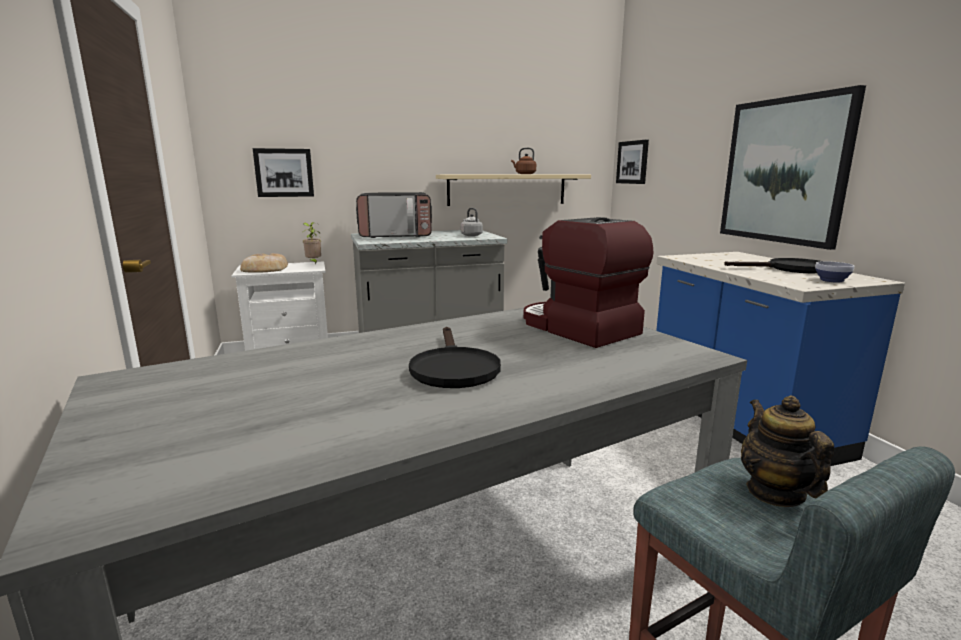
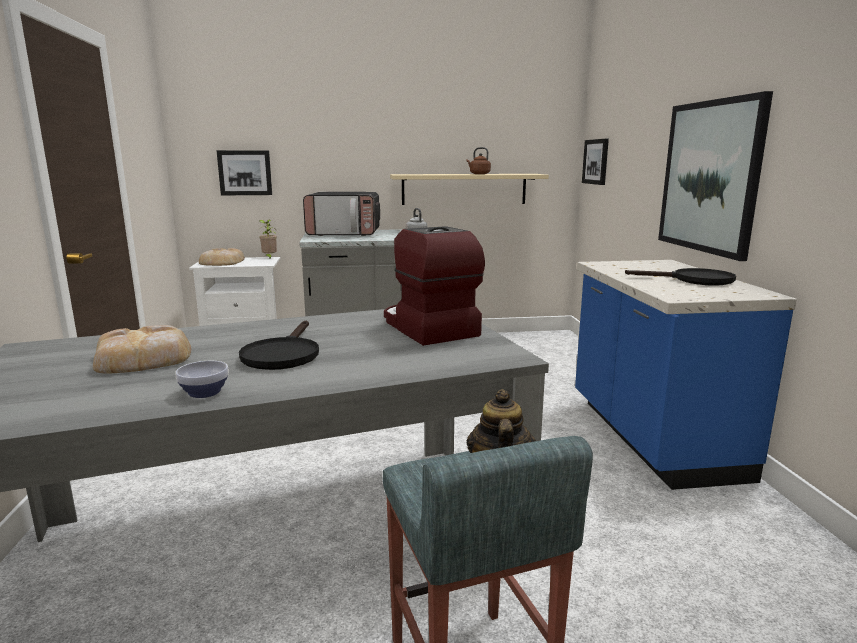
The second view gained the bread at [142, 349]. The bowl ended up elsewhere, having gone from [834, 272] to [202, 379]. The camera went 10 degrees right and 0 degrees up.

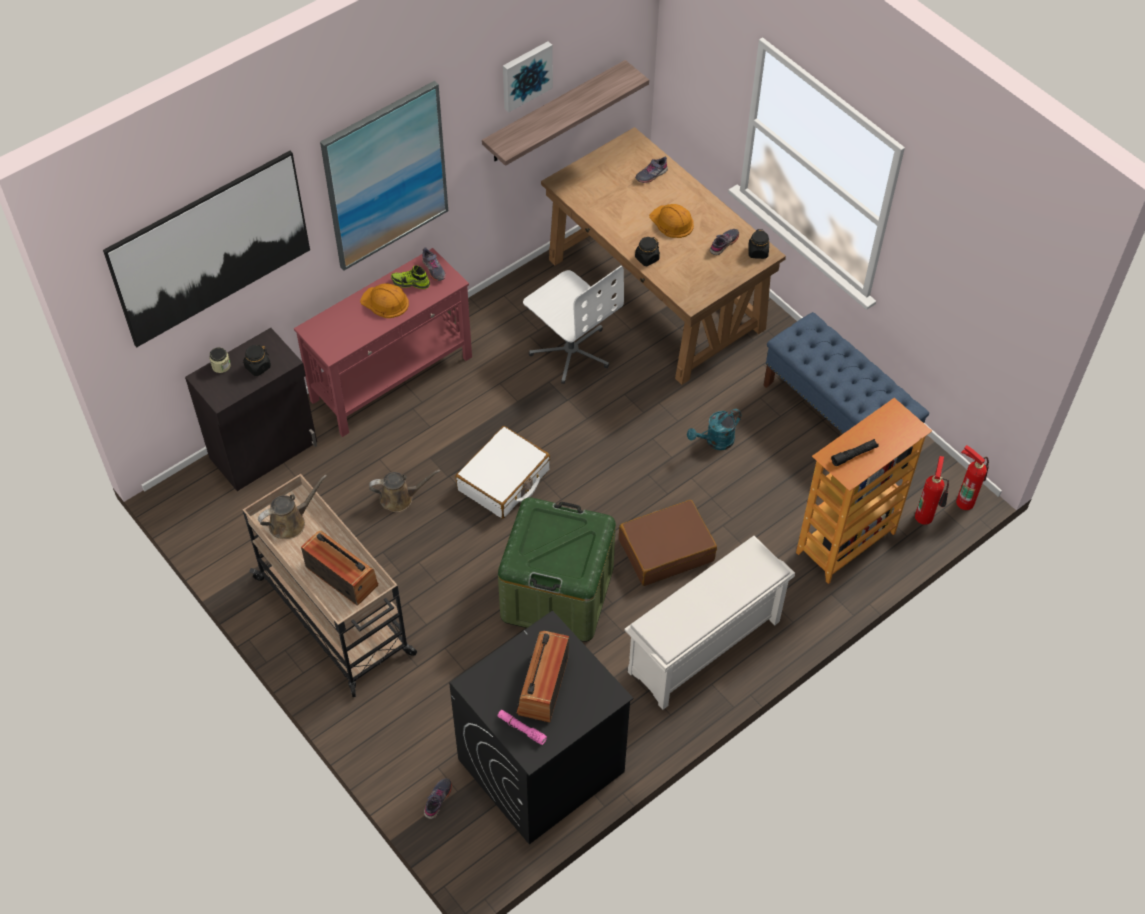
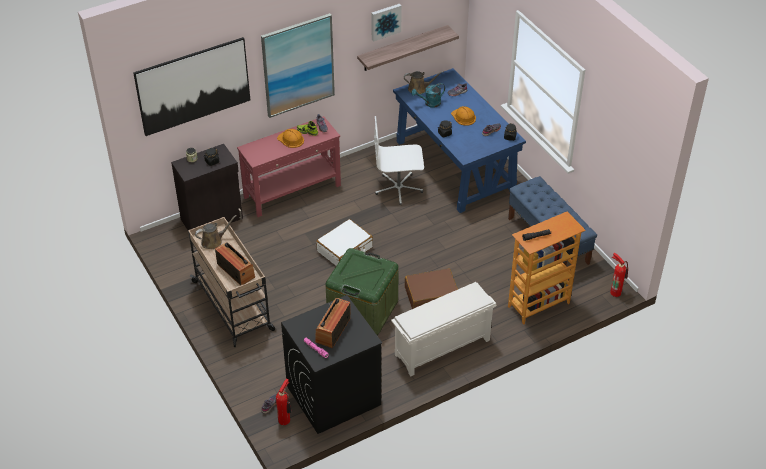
The brown-coloured watering can ended up elsewhere, having gone from [405, 491] to [424, 82]. The blue-green watering can ended up elsewhere, having gone from [714, 429] to [428, 95]. The extinguisher ended up elsewhere, having gone from [932, 490] to [284, 401]. What was the brown-coloured desk unit at [663, 256] turned into the bluish desk unit at [459, 140]. The white-coloured desk chair at [573, 325] ended up facing another way, 120 degrees clockwise from before. The camera went 10 degrees right and 10 degrees down.

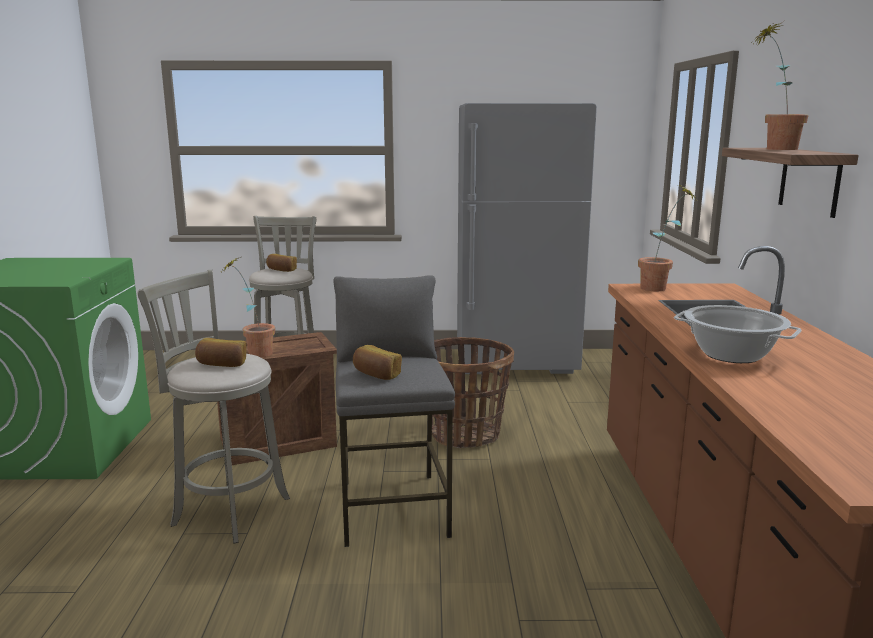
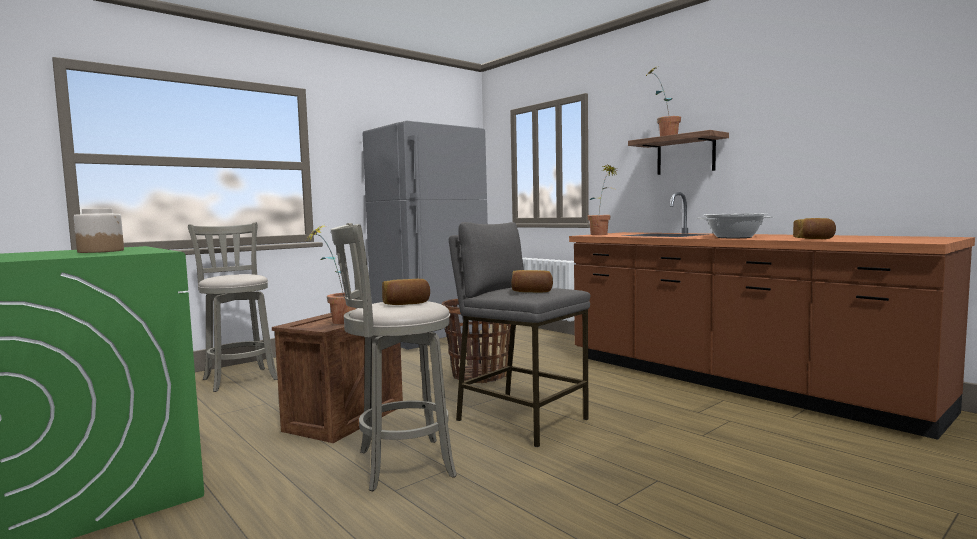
The second view gained the jar at [99, 230]. The bread ended up elsewhere, having gone from [281, 263] to [814, 228]. The camera went 40 degrees left and 10 degrees down.

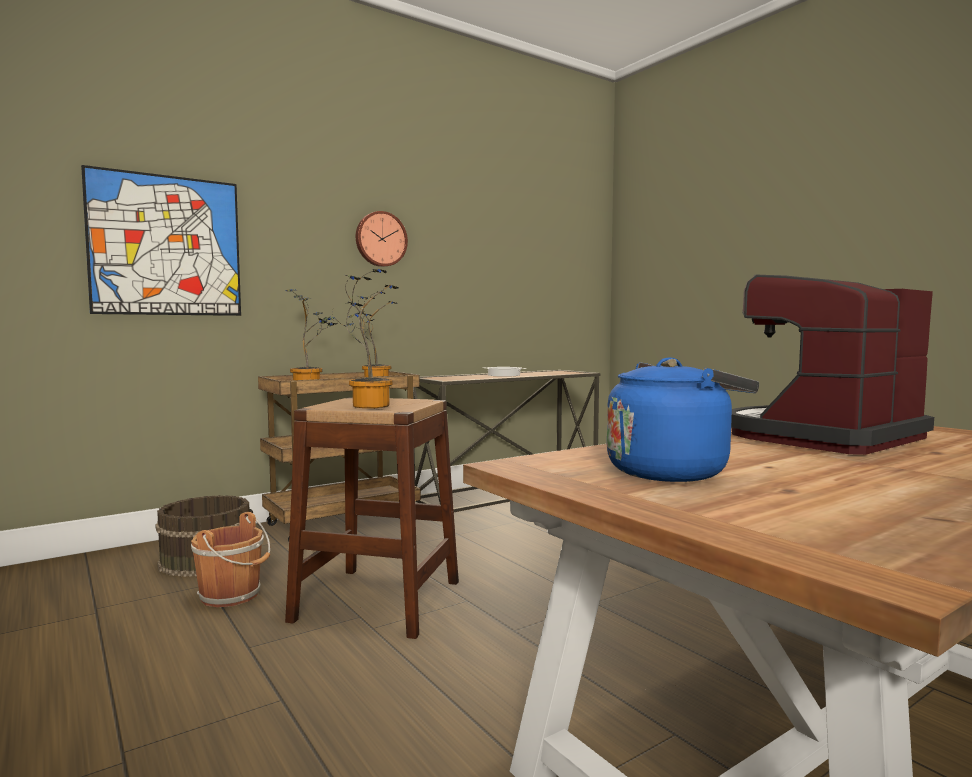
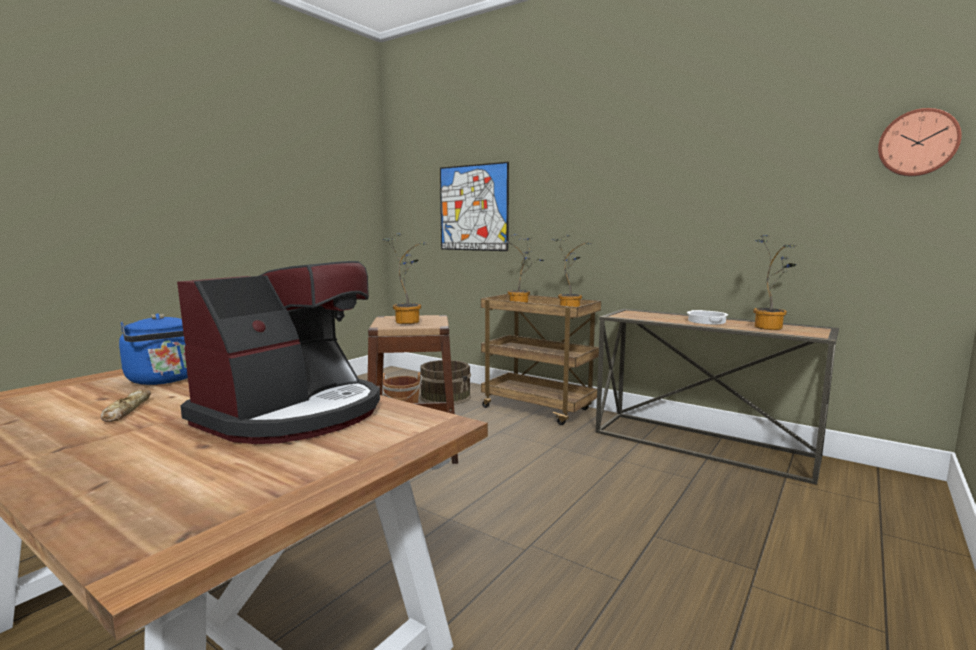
The second view gained the bread at [126, 405]. The second view gained the potted plant at [774, 282]. The clock on the wall ended up elsewhere, having gone from [382, 239] to [920, 142]. The coffee brewer at [832, 365] ended up facing another way, 90 degrees clockwise from before. The camera went 70 degrees right and 5 degrees up.

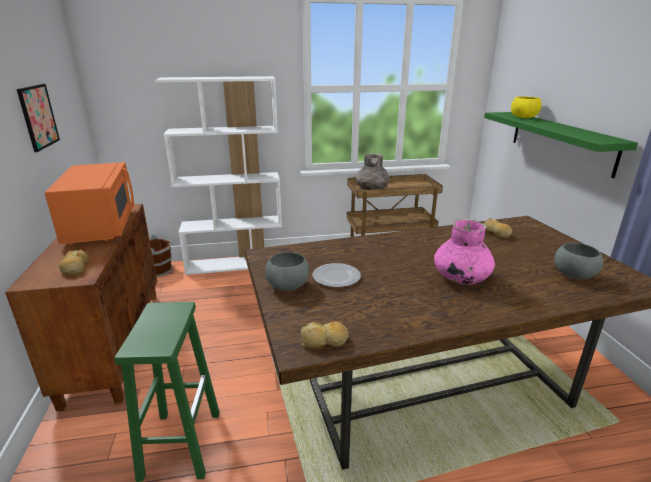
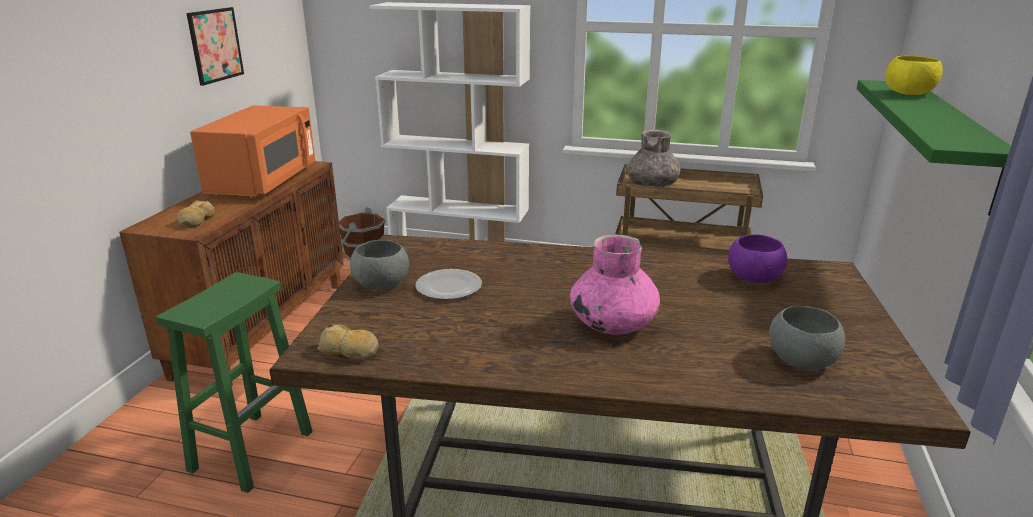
Where the bread stood at [498, 228], the purple bowl came to stand at [757, 258]. The camera went 25 degrees right and 0 degrees up.

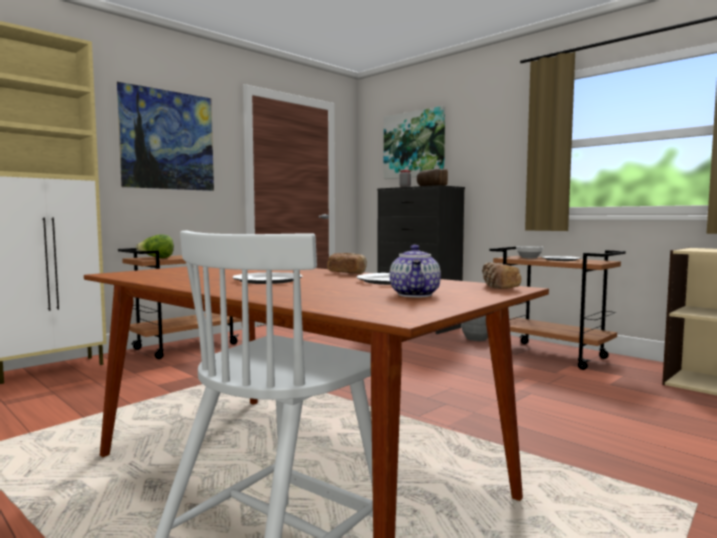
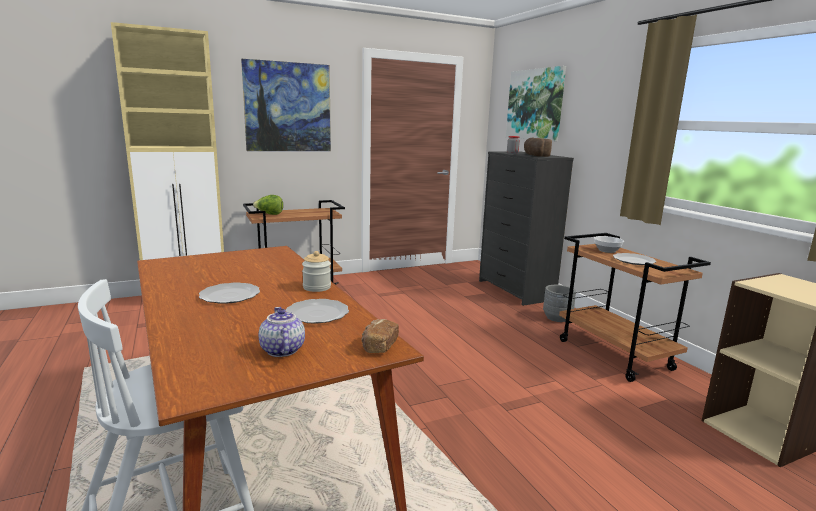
Where the bread stood at [347, 263], the jar came to stand at [316, 271]. The teapot at [415, 271] ended up facing another way, 135 degrees clockwise from before. The camera went 20 degrees right and 10 degrees up.

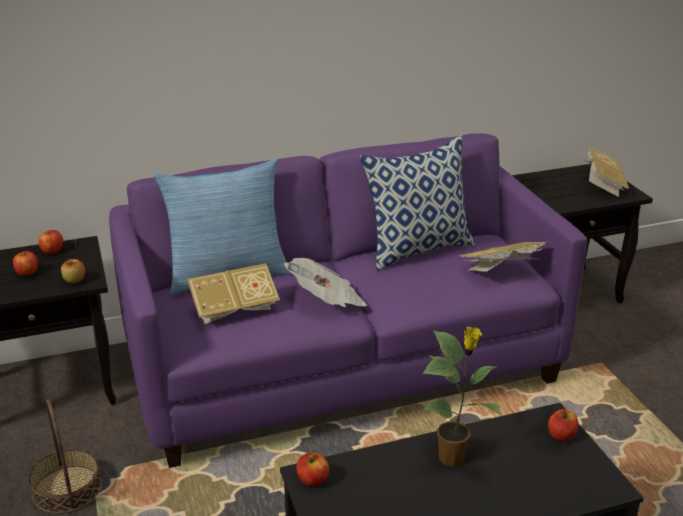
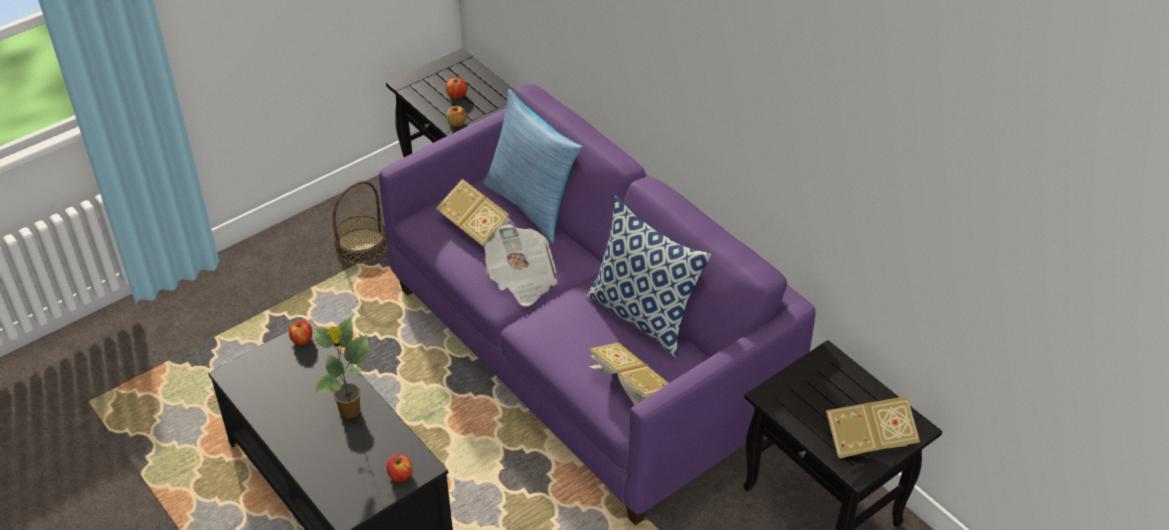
The second view lost the apple fruit at [50, 242]. The camera went 70 degrees right and 15 degrees up.

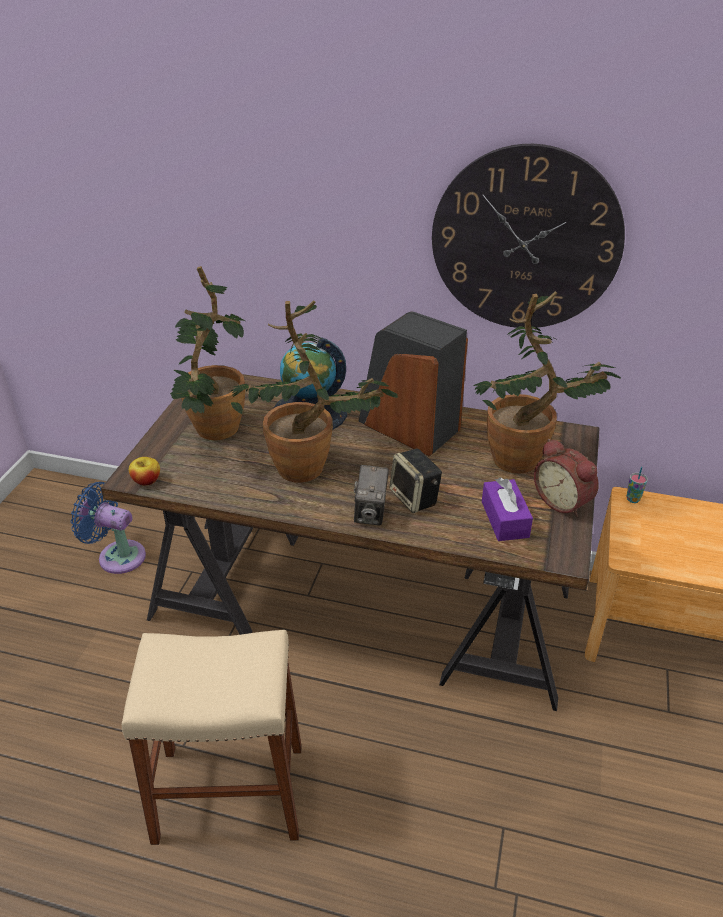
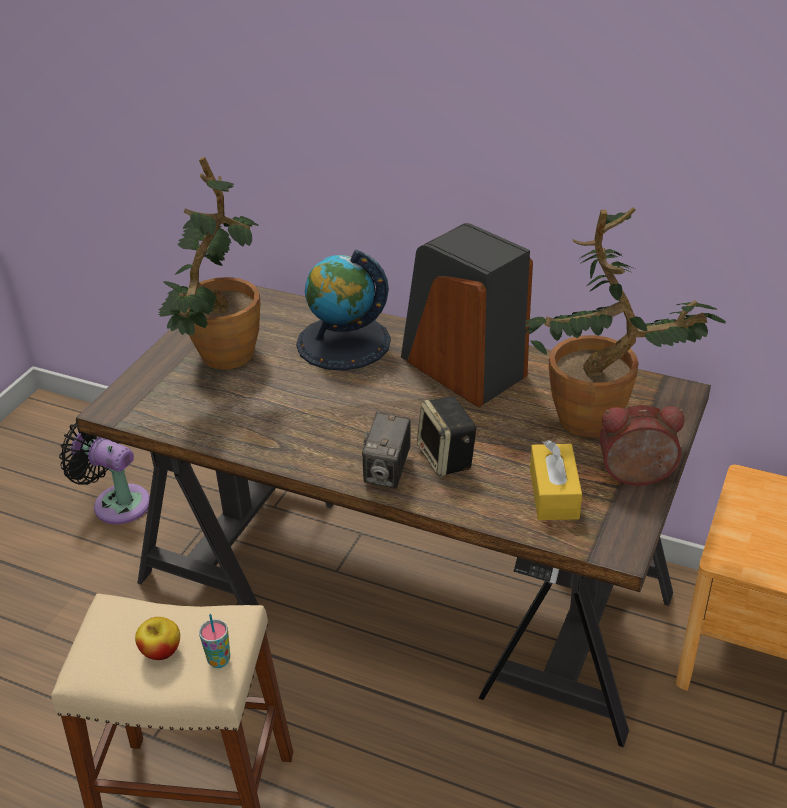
The second view lost the potted plant at [315, 391]. The second view lost the clock on the wall at [528, 236]. The apple fruit ended up elsewhere, having gone from [144, 471] to [157, 638]. The cup ended up elsewhere, having gone from [637, 485] to [214, 641]. What was the bluish fan at [108, 528] turned into the black fan at [104, 472]. What was the purple box of tissues at [507, 509] turned into the yellowish box of tissues at [556, 480]. The table clock at [566, 478] ended up facing another way, 120 degrees clockwise from before. The camera went 10 degrees right and 0 degrees up.

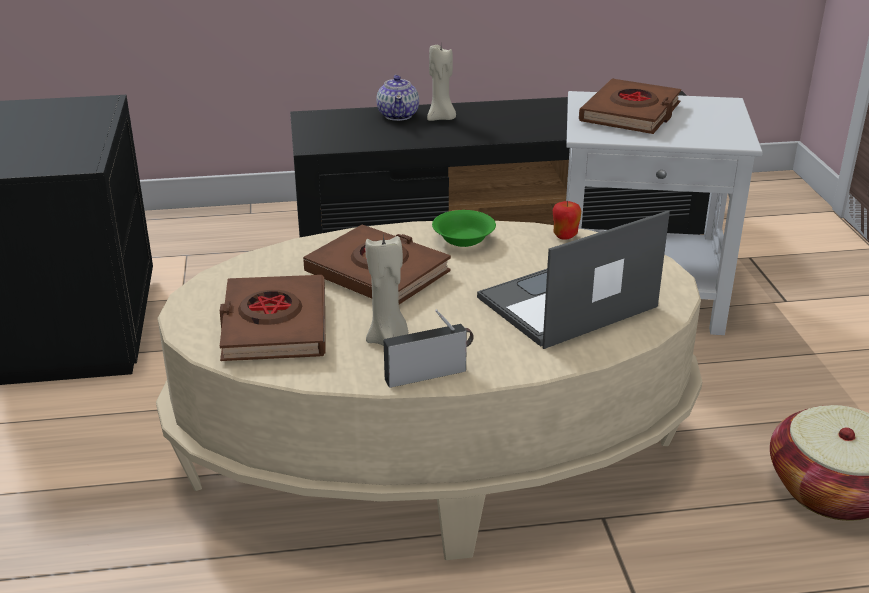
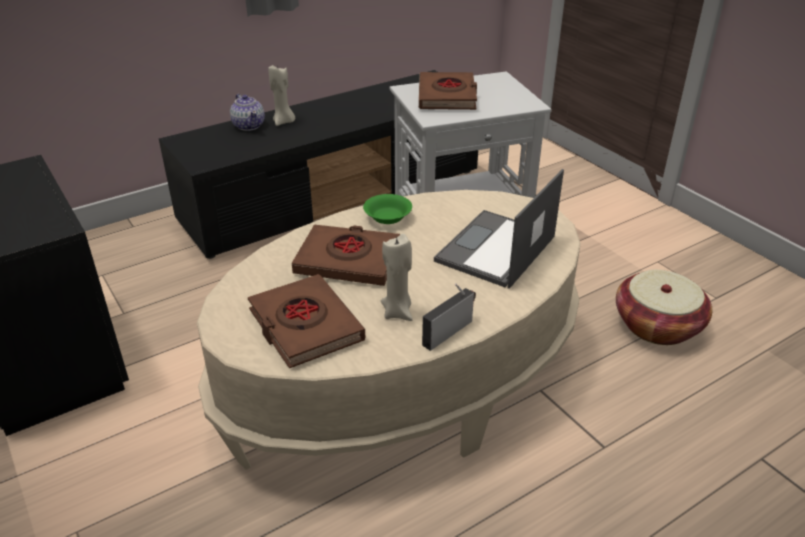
The second view lost the apple fruit at [567, 219]. The camera went 25 degrees left and 5 degrees up.

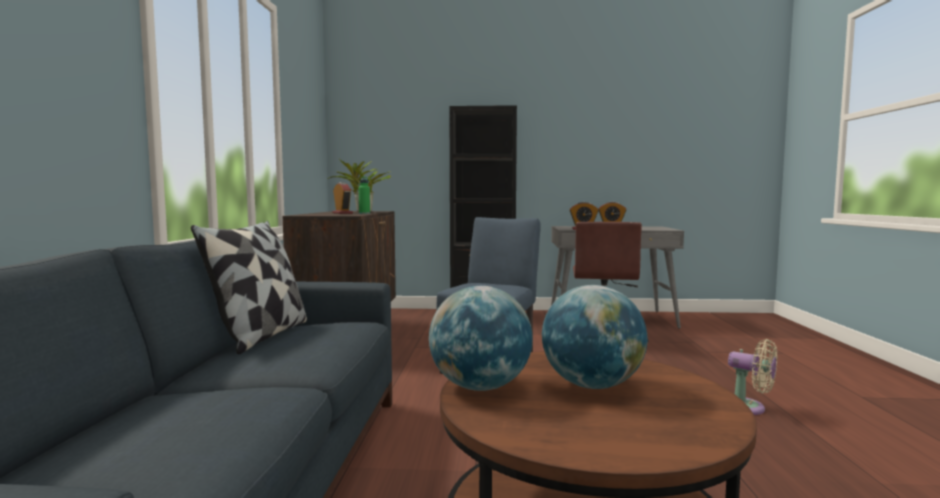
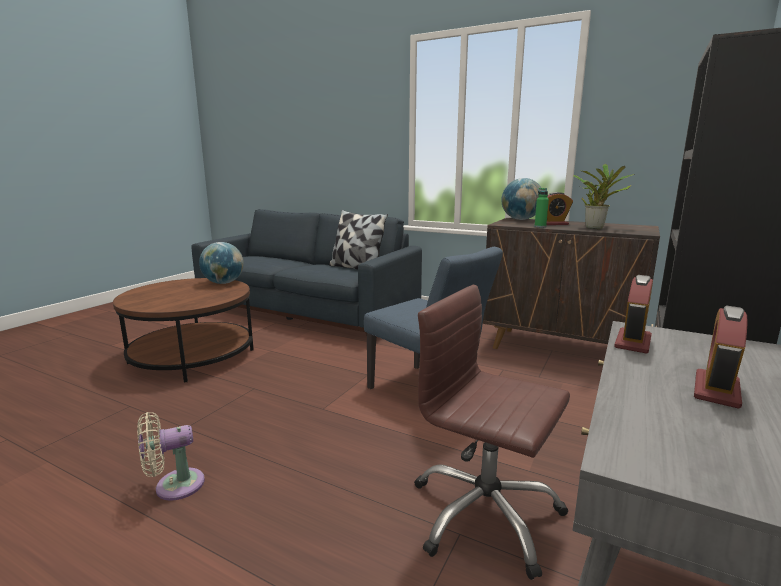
The desk globe ended up elsewhere, having gone from [594, 337] to [521, 199]. The camera went 115 degrees right and 10 degrees up.

